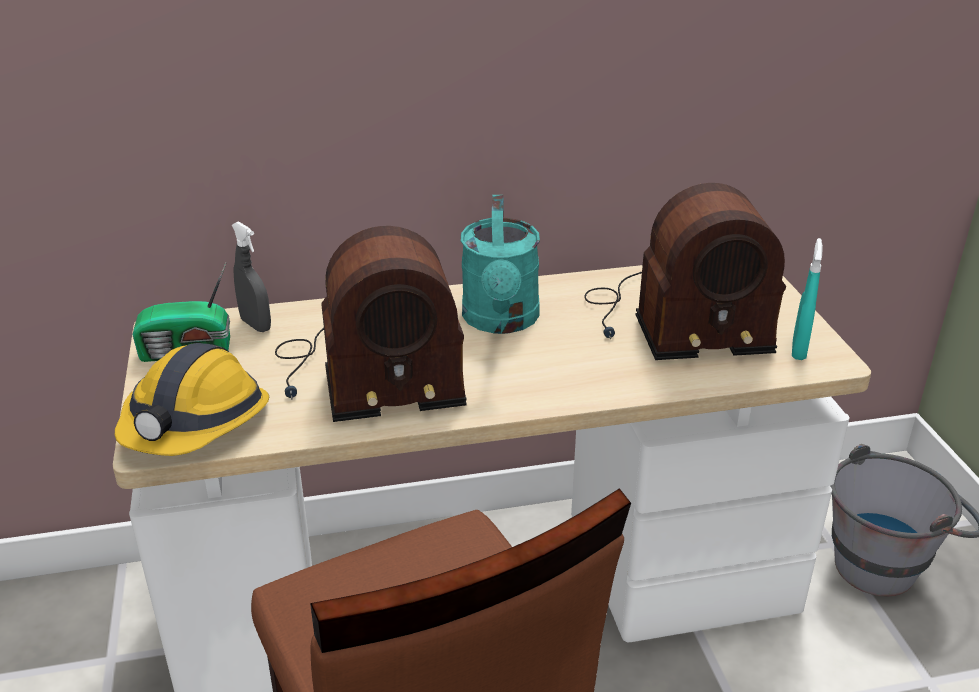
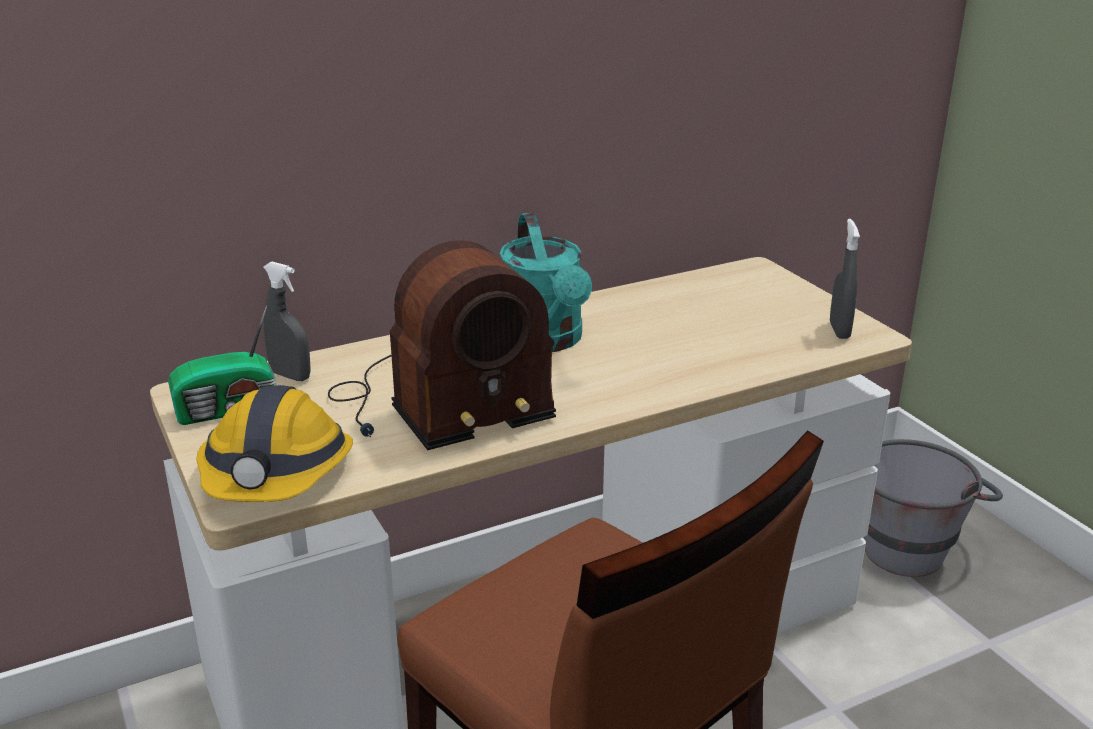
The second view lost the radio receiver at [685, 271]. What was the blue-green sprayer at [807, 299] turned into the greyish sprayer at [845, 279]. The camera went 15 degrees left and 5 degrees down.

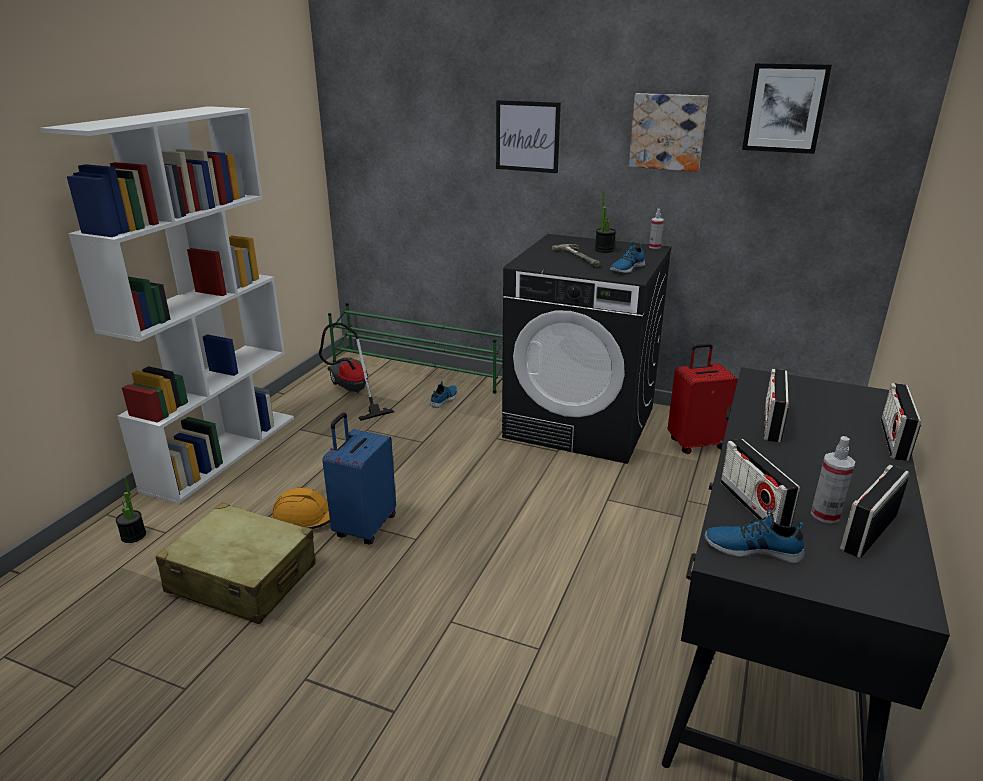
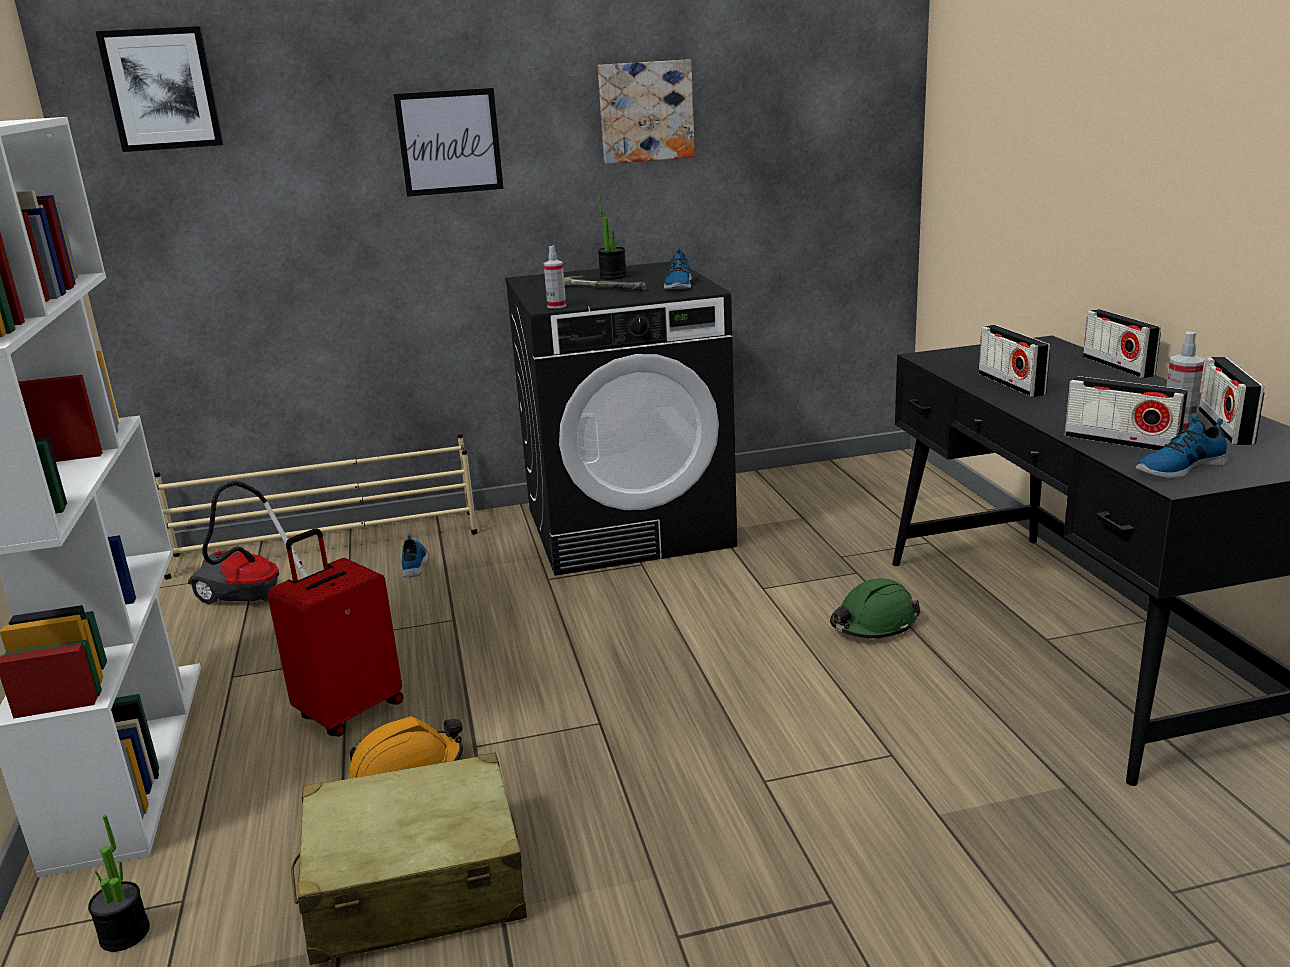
The second view lost the bluish piece of luggage at [359, 478]. The second view gained the green-coloured hard hat at [875, 608]. The sprayer ended up elsewhere, having gone from [656, 229] to [555, 277]. The reddish piece of luggage ended up elsewhere, having gone from [702, 398] to [335, 632]. The wall art ended up elsewhere, having gone from [787, 108] to [159, 89]. What was the green-coloured shoe shelf at [415, 348] turned into the sand-coloured shoe shelf at [316, 507]. The camera went 35 degrees left and 5 degrees down.

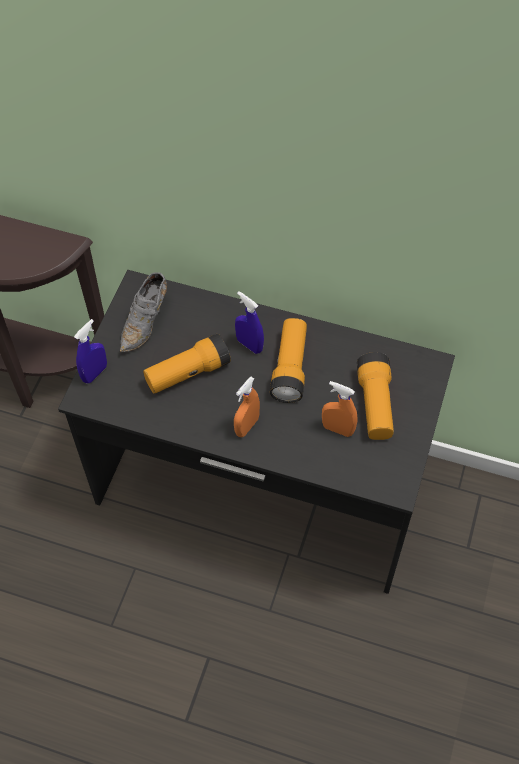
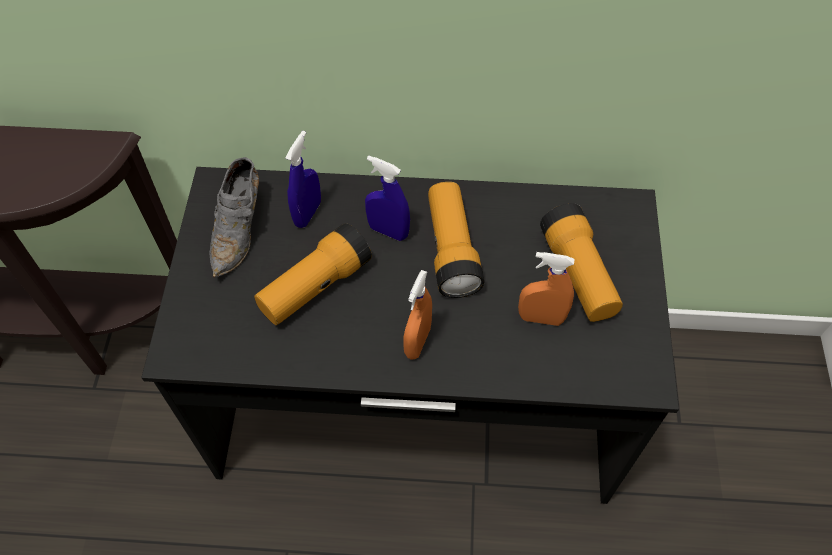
The bluish sprayer ended up elsewhere, having gone from [90, 351] to [303, 179]. The camera went 15 degrees left and 0 degrees up.

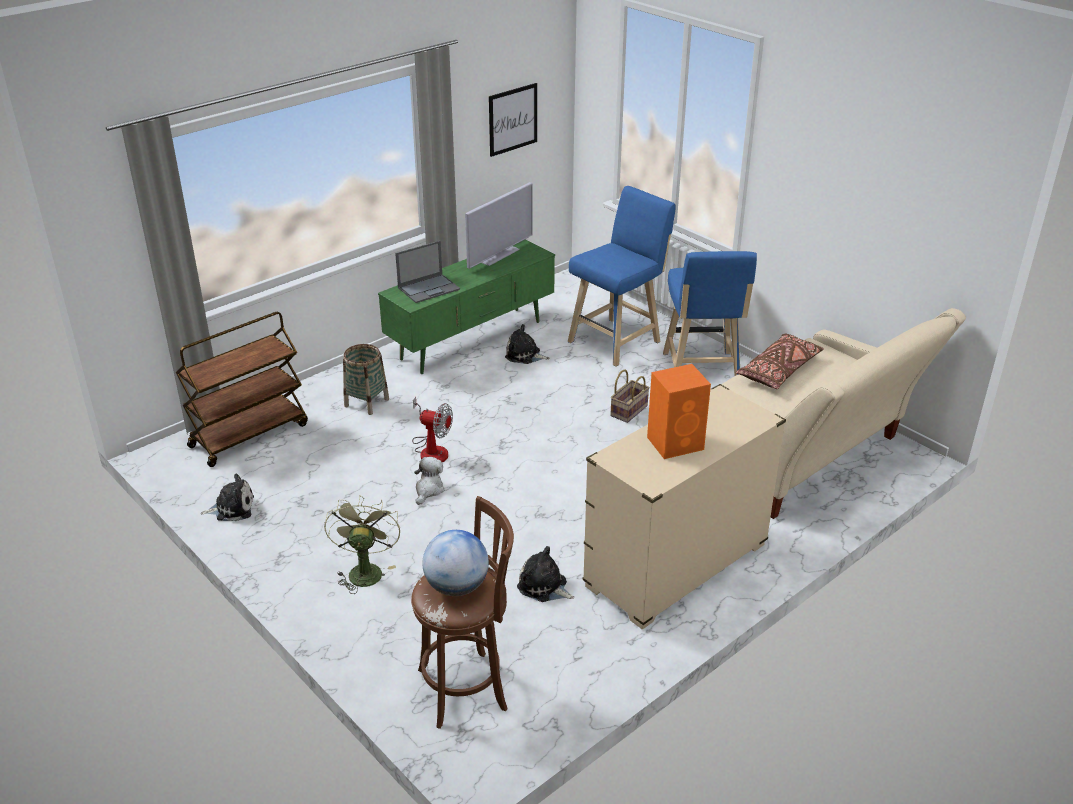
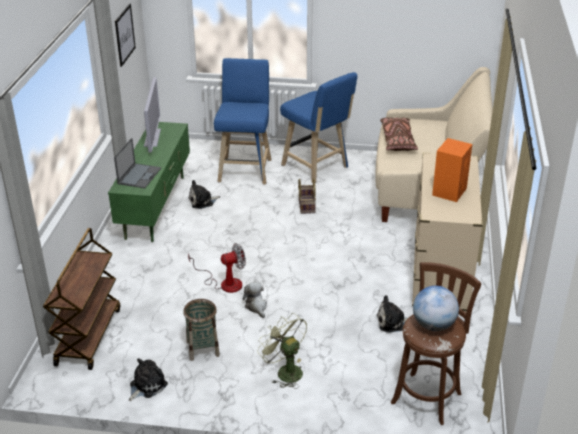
The storage basket ended up elsewhere, having gone from [366, 379] to [201, 330]. The camera went 40 degrees left and 0 degrees up.

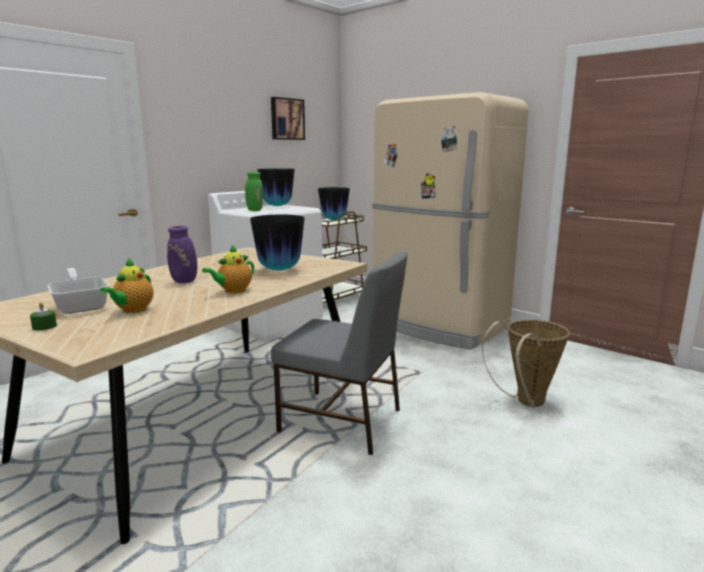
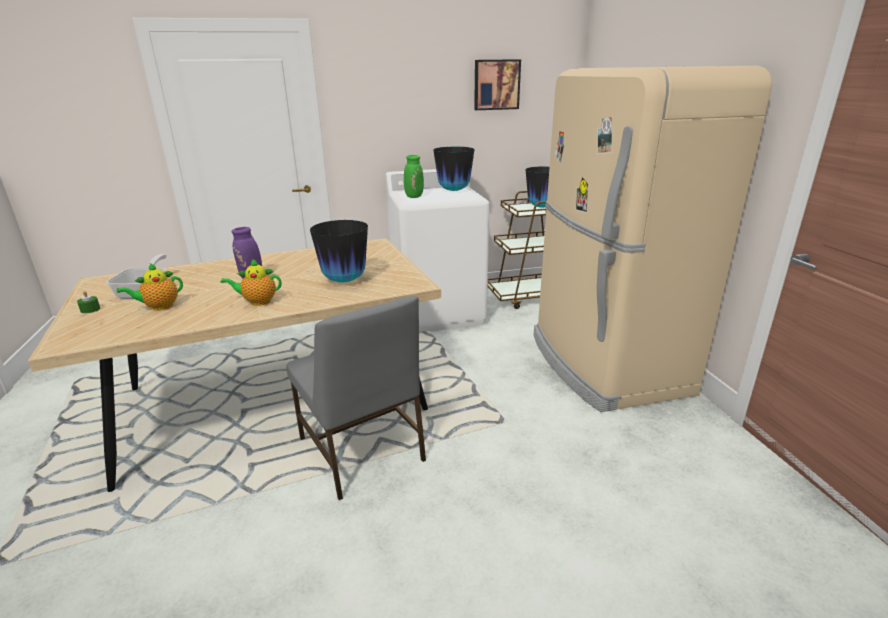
The second view lost the storage basket at [526, 364]. The camera went 35 degrees right and 10 degrees up.

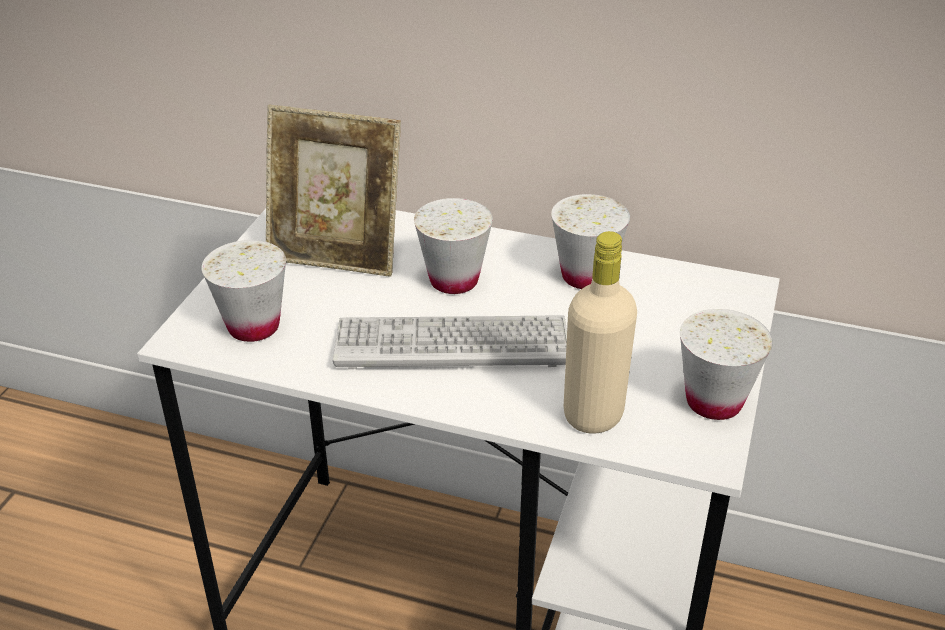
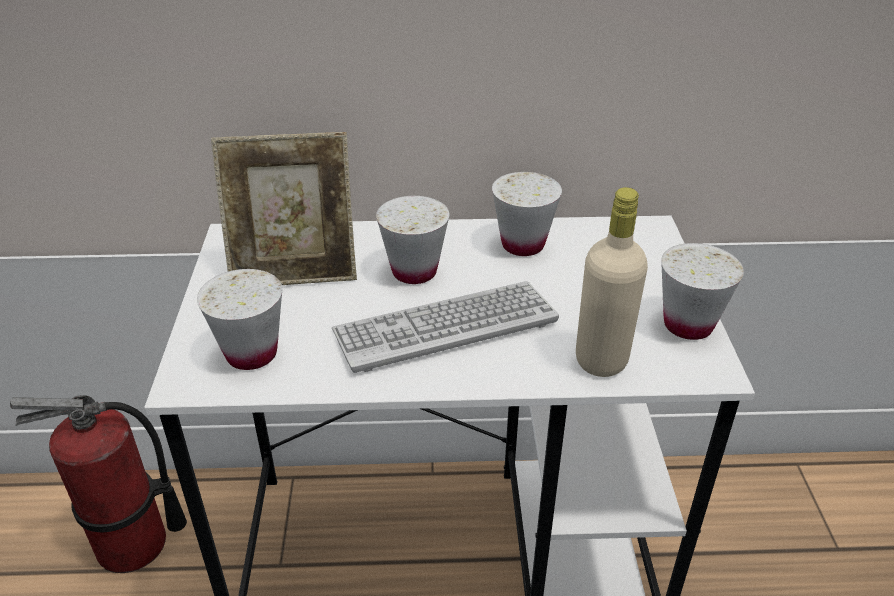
The second view gained the extinguisher at [98, 484]. The camera went 20 degrees left and 0 degrees up.

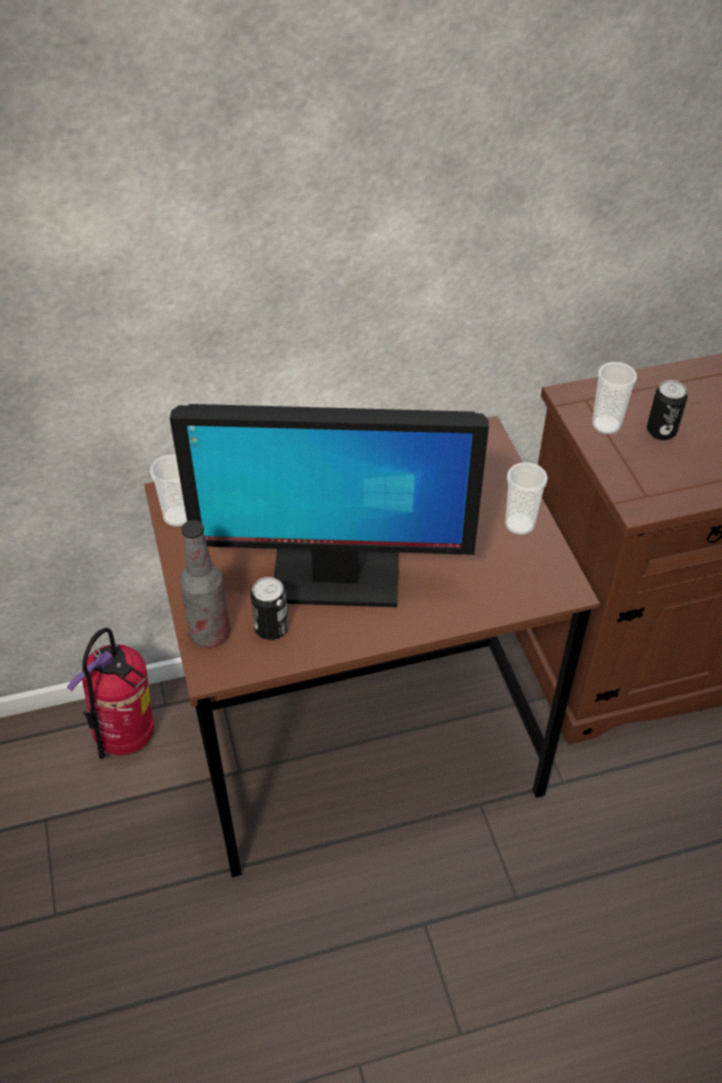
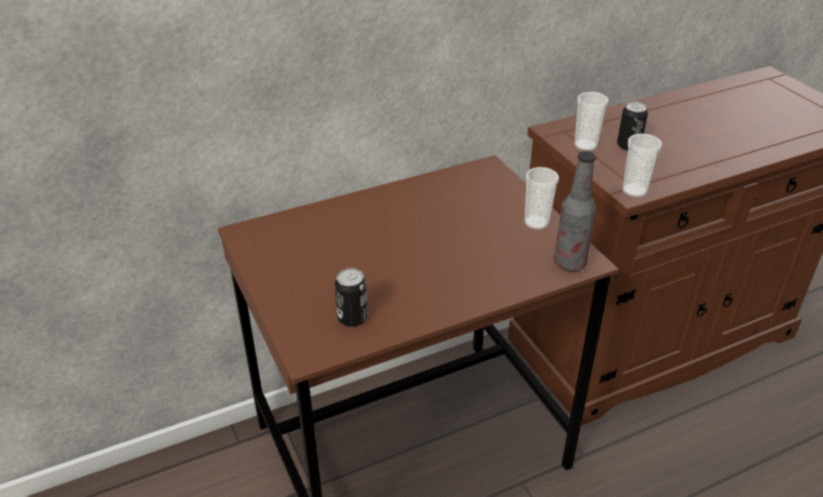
The second view lost the extinguisher at [110, 693]. The second view lost the computer screen at [329, 505]. The cup ended up elsewhere, having gone from [168, 490] to [642, 165]. The beverage bottle ended up elsewhere, having gone from [205, 584] to [575, 211]. The camera went 10 degrees left and 10 degrees down.

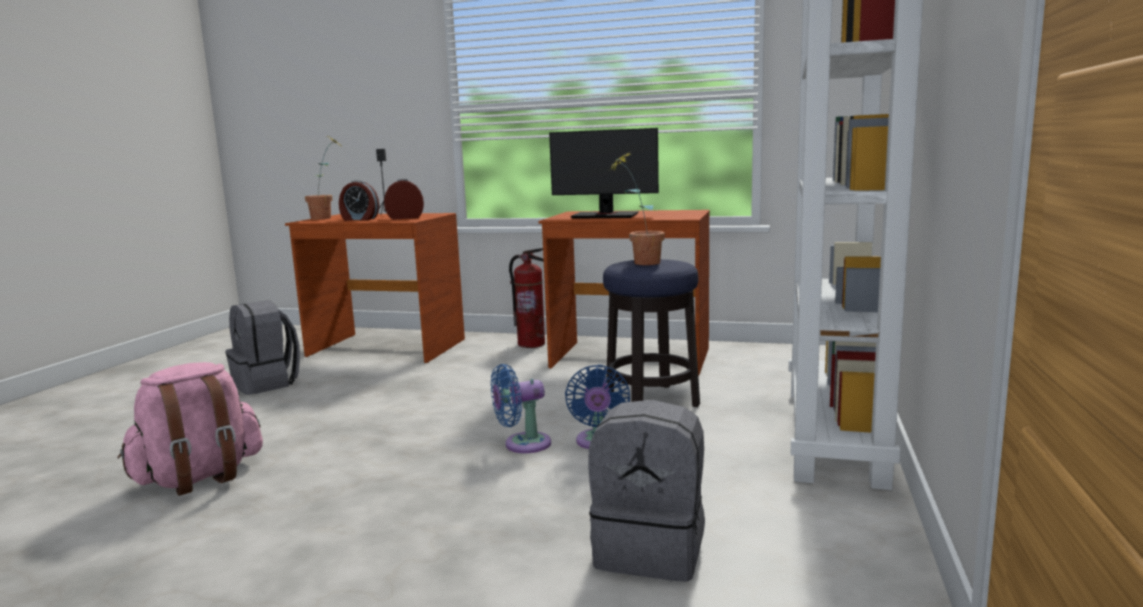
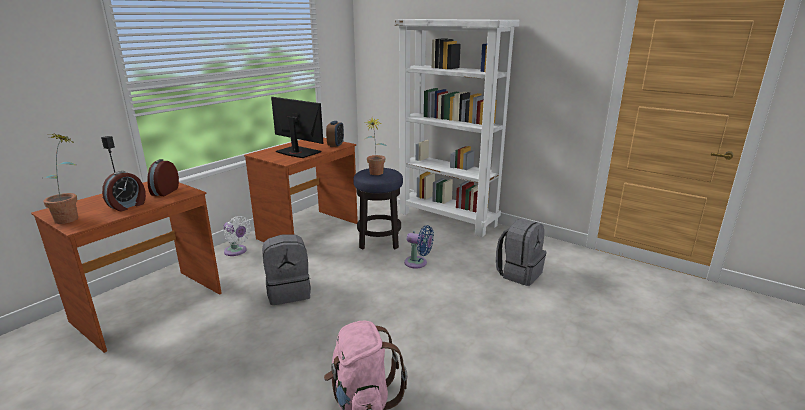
The second view lost the bluish fan at [521, 408]. The second view gained the table clock at [335, 134]. The greyish knapsack ended up elsewhere, having gone from [262, 347] to [286, 269]. Where the extinguisher stood at [527, 298], the white-coloured fan came to stand at [237, 236]. The computer screen at [604, 173] ended up facing another way, 90 degrees counterclockwise from before. The camera went 70 degrees left and 10 degrees up.

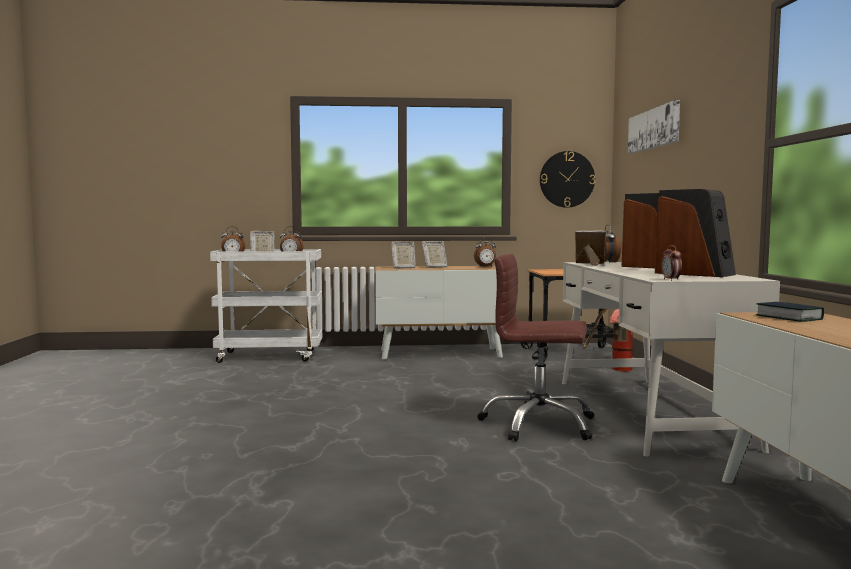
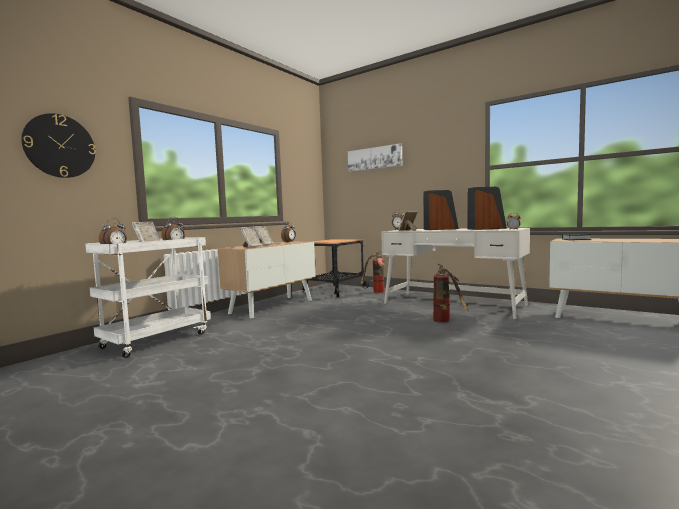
The clock on the wall ended up elsewhere, having gone from [567, 179] to [58, 145]. Where the brown-coloured desk chair stood at [536, 347], the extinguisher came to stand at [451, 293]. The camera went 50 degrees left and 0 degrees up.

